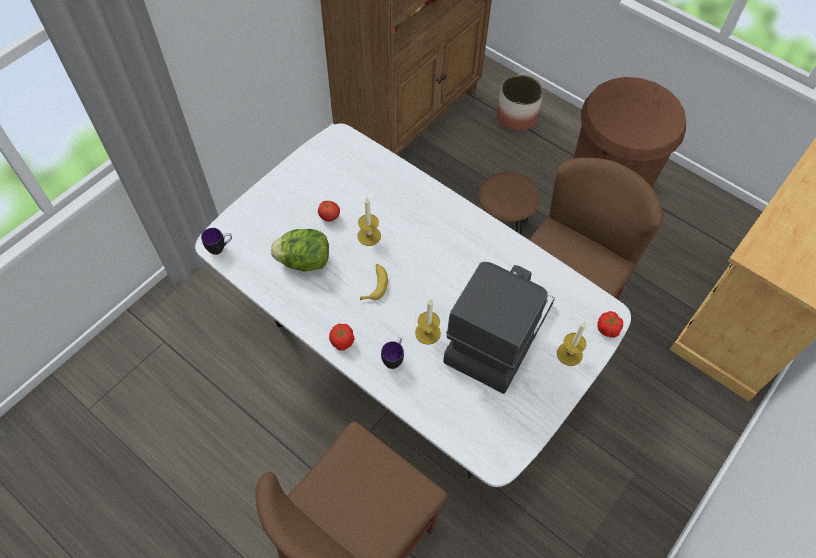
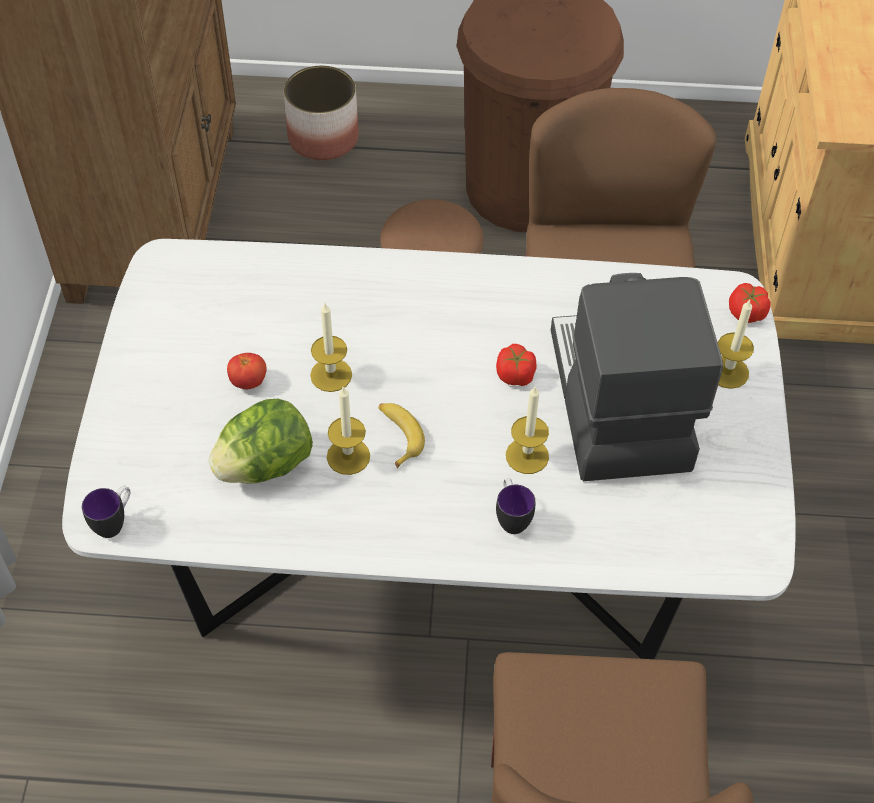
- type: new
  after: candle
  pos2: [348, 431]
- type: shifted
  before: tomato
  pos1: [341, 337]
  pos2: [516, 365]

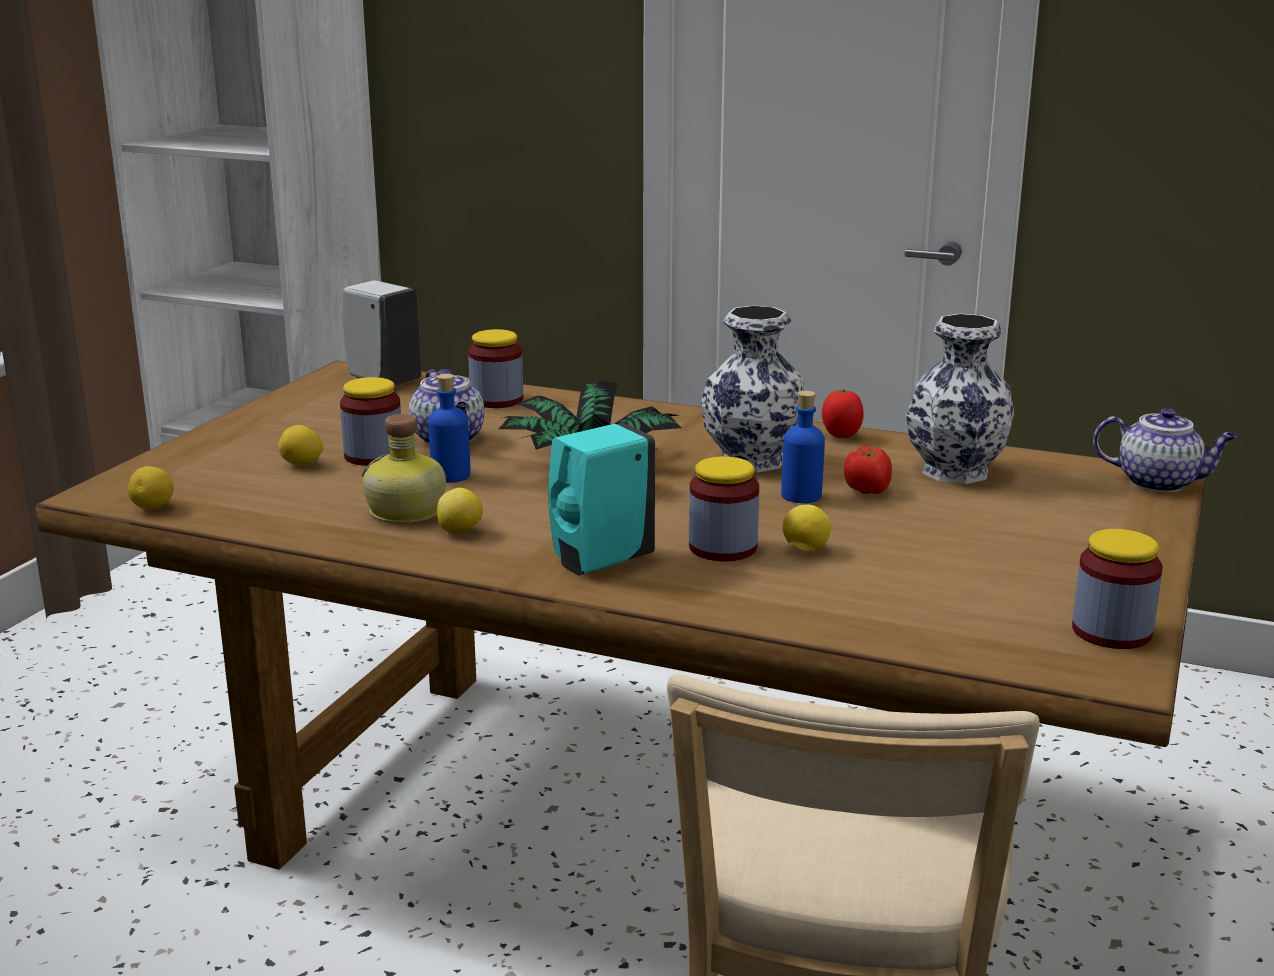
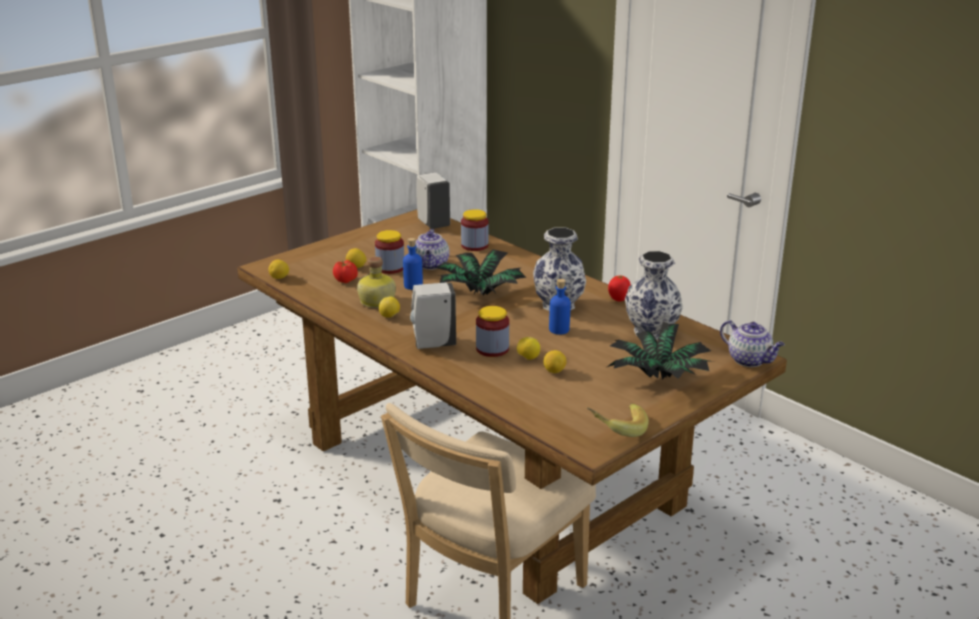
- type: new
  after: lemon
  pos2: [554, 361]
- type: new
  after: potted plant
  pos2: [660, 350]
- type: shifted
  before: tomato
  pos1: [868, 470]
  pos2: [345, 271]
- type: swapped
  before: storage jar
  after: banana
  pos1: [1117, 589]
  pos2: [618, 420]
- type: repainted
  before: blue-green liquid soap bottle
  after: white-coloured liquid soap bottle
  pos1: [601, 499]
  pos2: [433, 315]

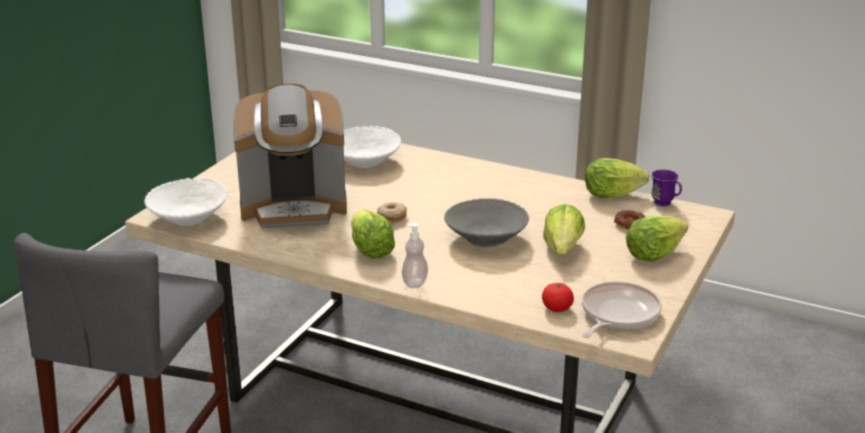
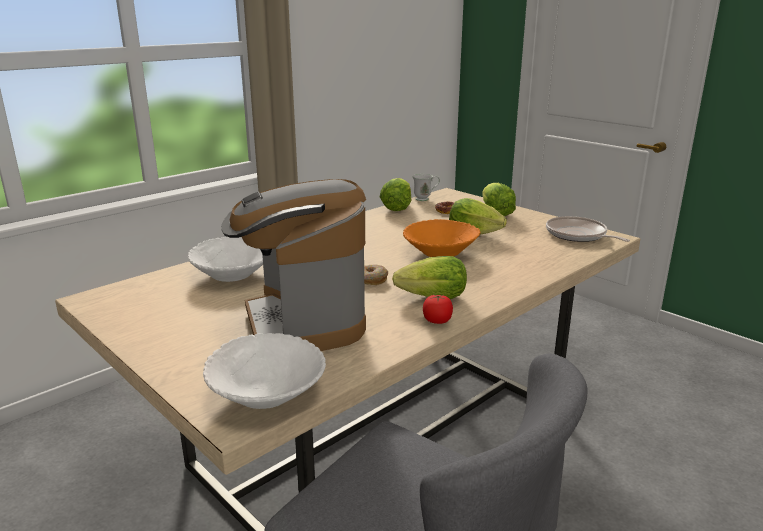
- type: gone
  before: liquid soap bottle
  pos1: [415, 255]
- type: shifted
  before: tomato
  pos1: [558, 297]
  pos2: [438, 309]
- type: repainted
  before: grey bowl
  after: orange-coloured bowl
  pos1: [486, 222]
  pos2: [442, 238]
- type: repainted
  before: purple-coloured coffee mug
  after: white-coloured coffee mug
  pos1: [666, 188]
  pos2: [426, 187]
- type: rotated
  before: coffee machine
  pos1: [290, 156]
  pos2: [293, 265]
  turn: 150

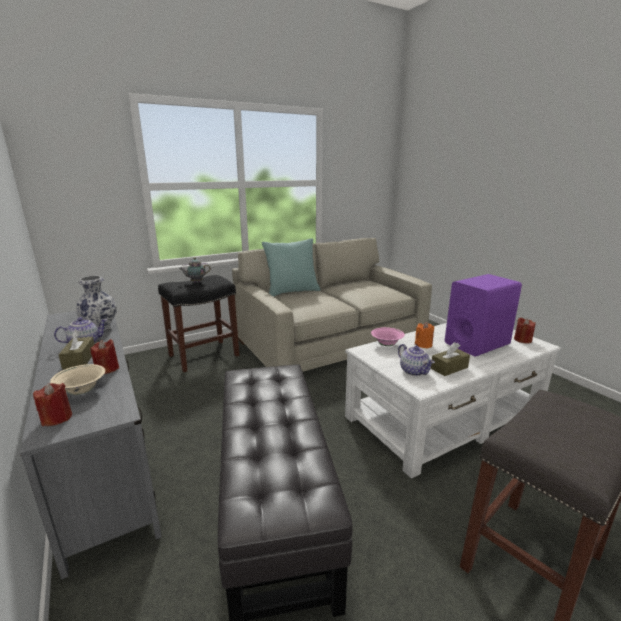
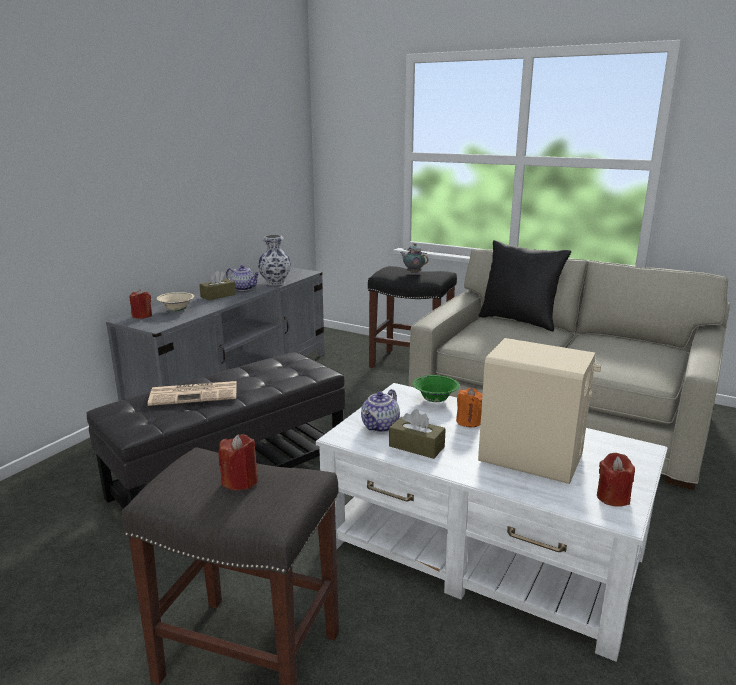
- type: new
  after: daily paper
  pos2: [192, 393]
- type: shifted
  before: red candle
  pos1: [104, 356]
  pos2: [238, 462]
- type: repainted
  before: blue-green cushion
  after: black cushion
  pos1: [291, 267]
  pos2: [525, 285]
- type: repainted
  before: pink bowl
  after: green-coloured bowl
  pos1: [388, 336]
  pos2: [436, 388]
- type: repainted
  before: purple-coloured audio speaker
  after: sand-coloured audio speaker
  pos1: [483, 315]
  pos2: [539, 411]

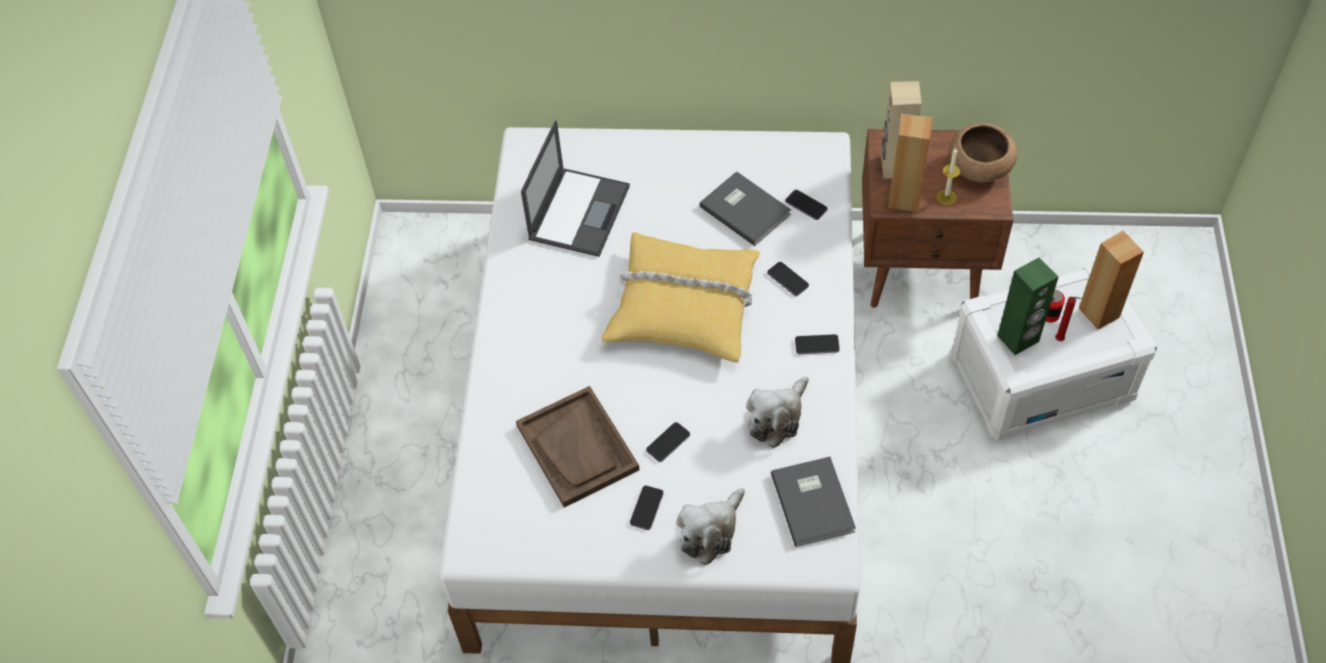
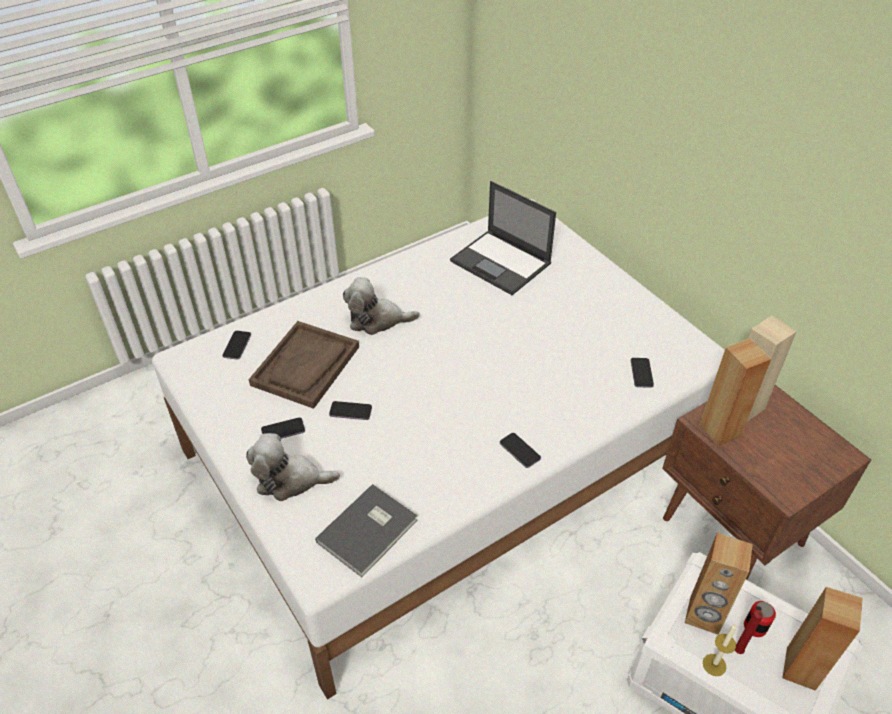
- type: gone
  before: yellow cushion
  pos1: [680, 297]
- type: gone
  before: grey book
  pos1: [745, 208]
- type: gone
  before: brown-coloured bowl
  pos1: [983, 153]
- type: shifted
  before: plush toy
  pos1: [777, 412]
  pos2: [381, 306]
- type: shifted
  before: phone
  pos1: [788, 279]
  pos2: [236, 345]
- type: shifted
  before: candle
  pos1: [948, 176]
  pos2: [720, 650]
- type: repainted
  before: green-coloured audio speaker
  after: brown-coloured audio speaker
  pos1: [1028, 306]
  pos2: [719, 584]
- type: rotated
  before: portable computer
  pos1: [575, 188]
  pos2: [503, 238]
  turn: 60

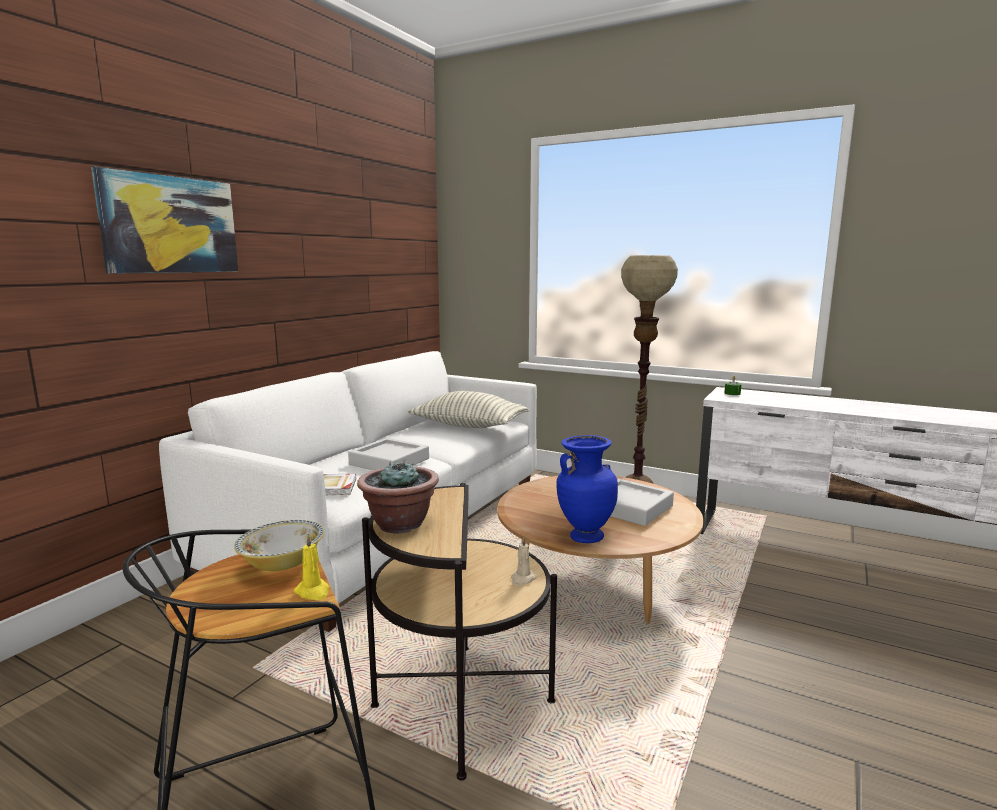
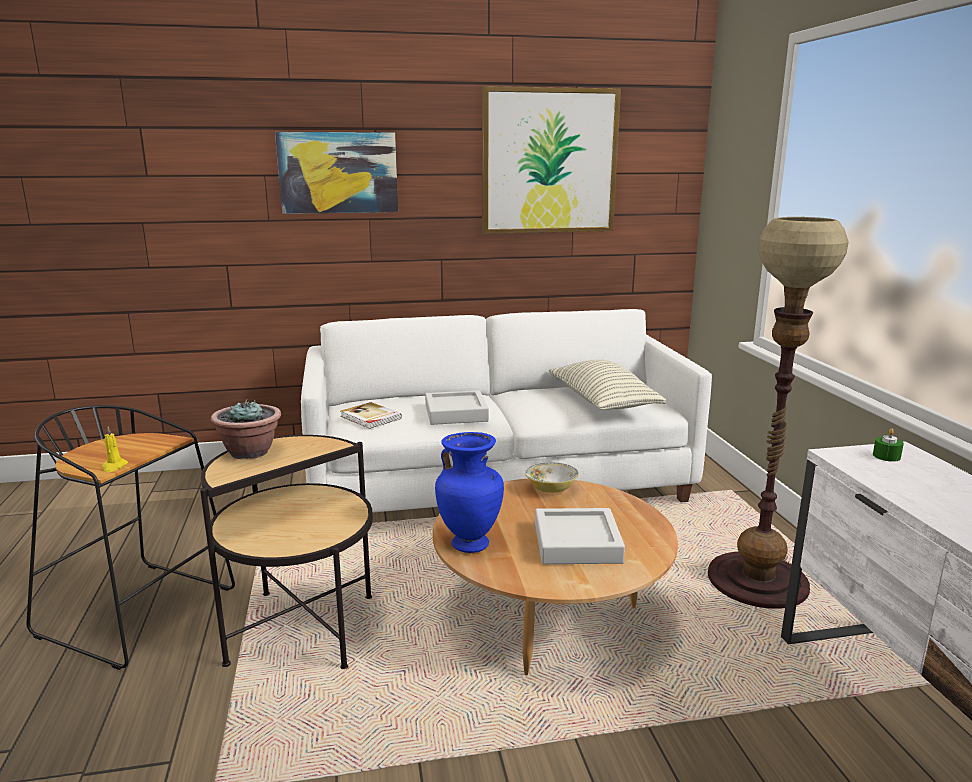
- type: gone
  before: sand-coloured candle
  pos1: [524, 561]
- type: new
  after: wall picture
  pos2: [551, 160]
- type: shifted
  before: bowl
  pos1: [279, 545]
  pos2: [552, 477]

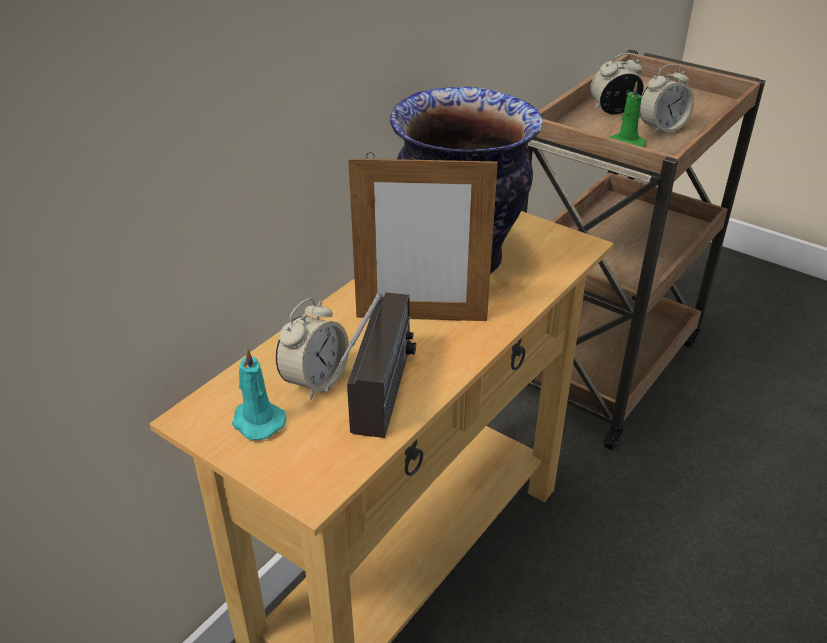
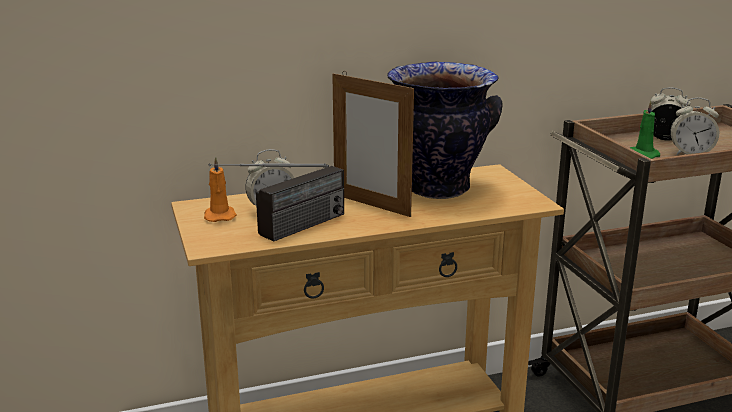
- type: repainted
  before: blue-green candle
  after: orange-coloured candle
  pos1: [259, 393]
  pos2: [220, 189]

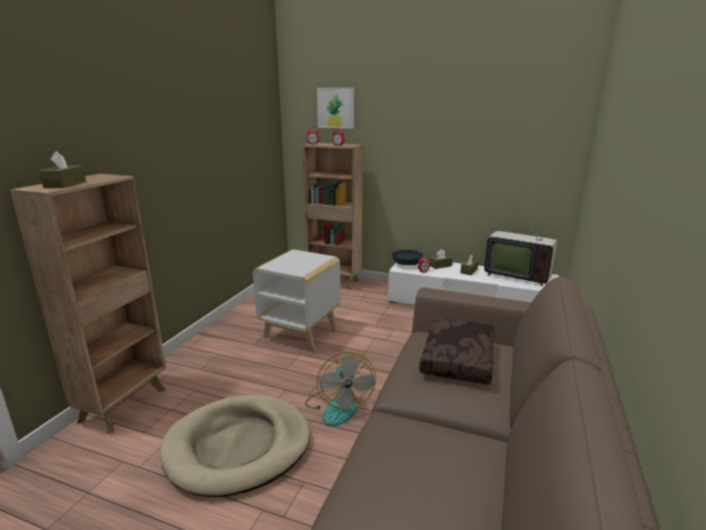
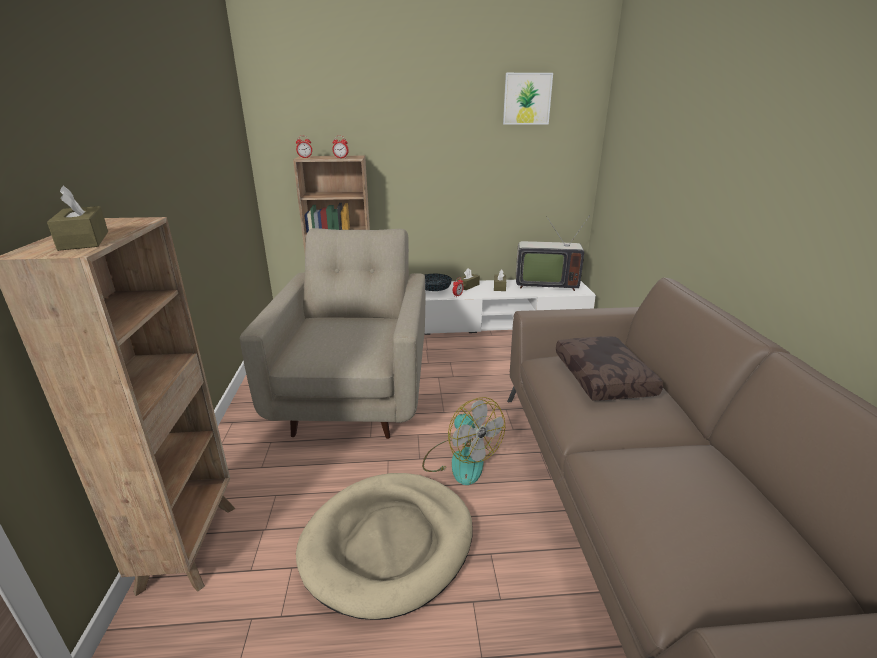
- type: shifted
  before: wall picture
  pos1: [335, 108]
  pos2: [528, 99]
- type: swapped
  before: white-coloured end table
  after: sand-coloured armchair
  pos1: [297, 300]
  pos2: [332, 333]

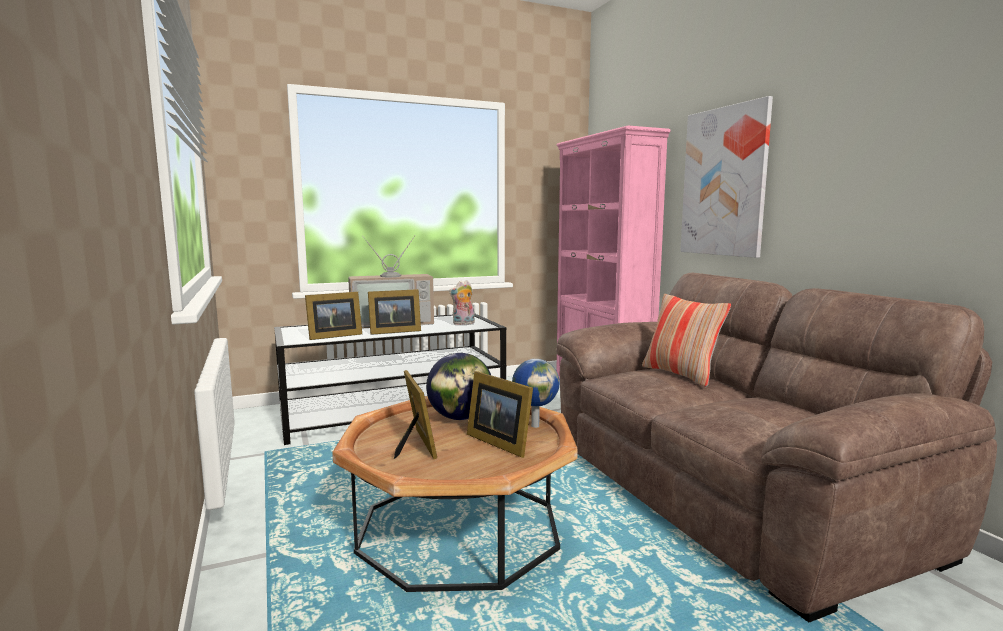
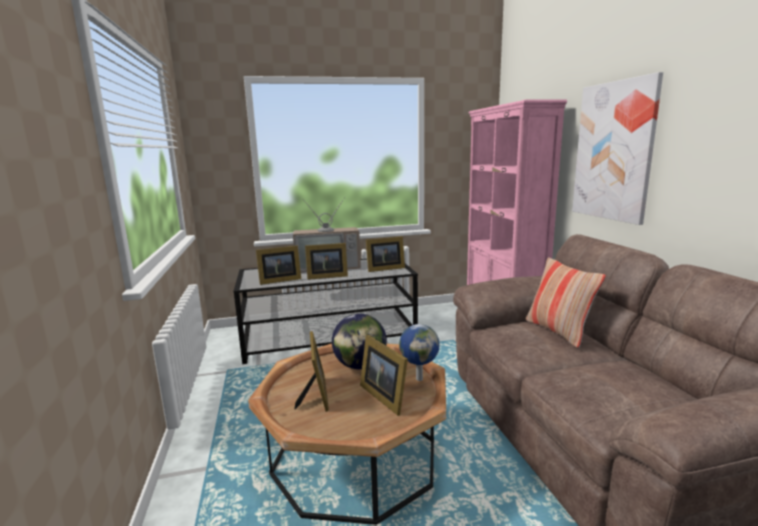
- type: swapped
  before: plush toy
  after: picture frame
  pos1: [462, 302]
  pos2: [385, 254]

